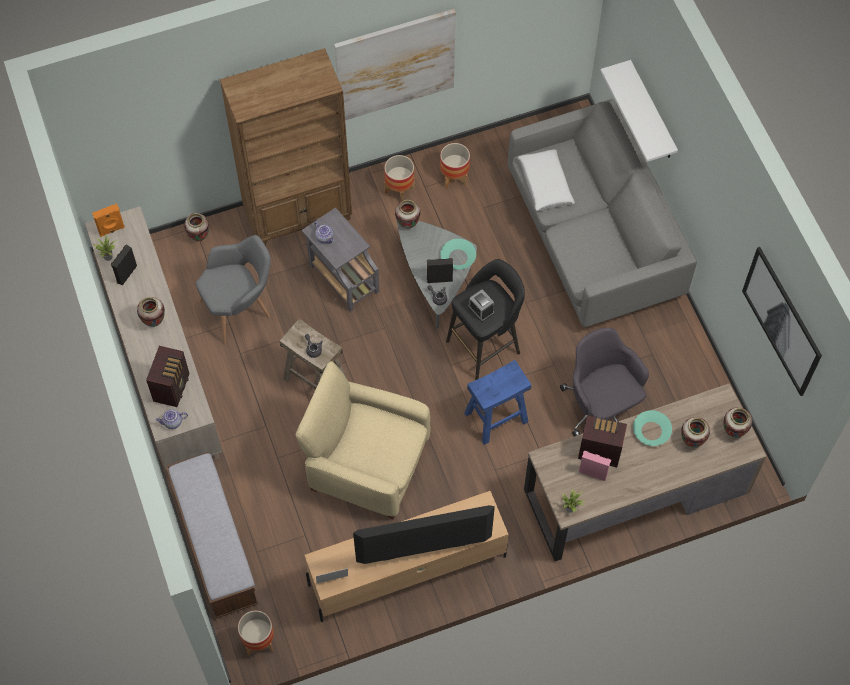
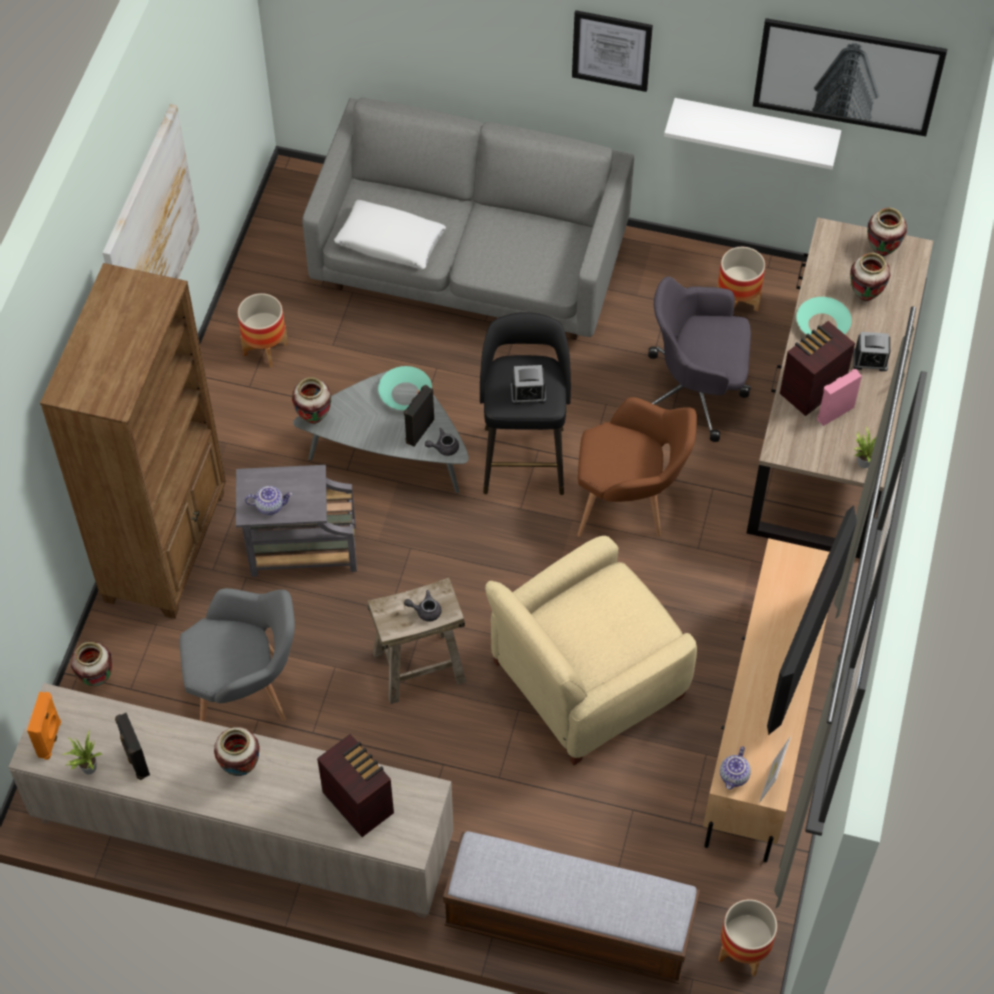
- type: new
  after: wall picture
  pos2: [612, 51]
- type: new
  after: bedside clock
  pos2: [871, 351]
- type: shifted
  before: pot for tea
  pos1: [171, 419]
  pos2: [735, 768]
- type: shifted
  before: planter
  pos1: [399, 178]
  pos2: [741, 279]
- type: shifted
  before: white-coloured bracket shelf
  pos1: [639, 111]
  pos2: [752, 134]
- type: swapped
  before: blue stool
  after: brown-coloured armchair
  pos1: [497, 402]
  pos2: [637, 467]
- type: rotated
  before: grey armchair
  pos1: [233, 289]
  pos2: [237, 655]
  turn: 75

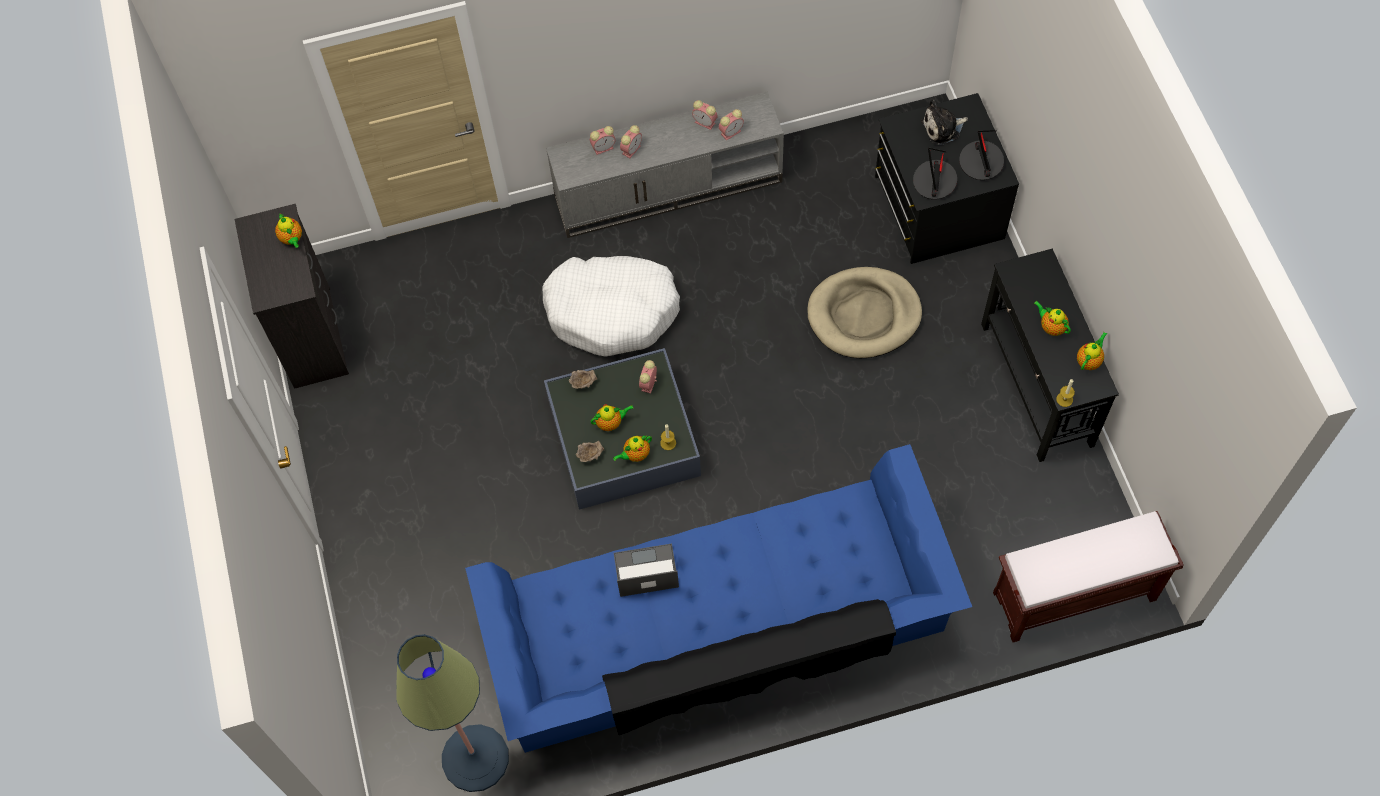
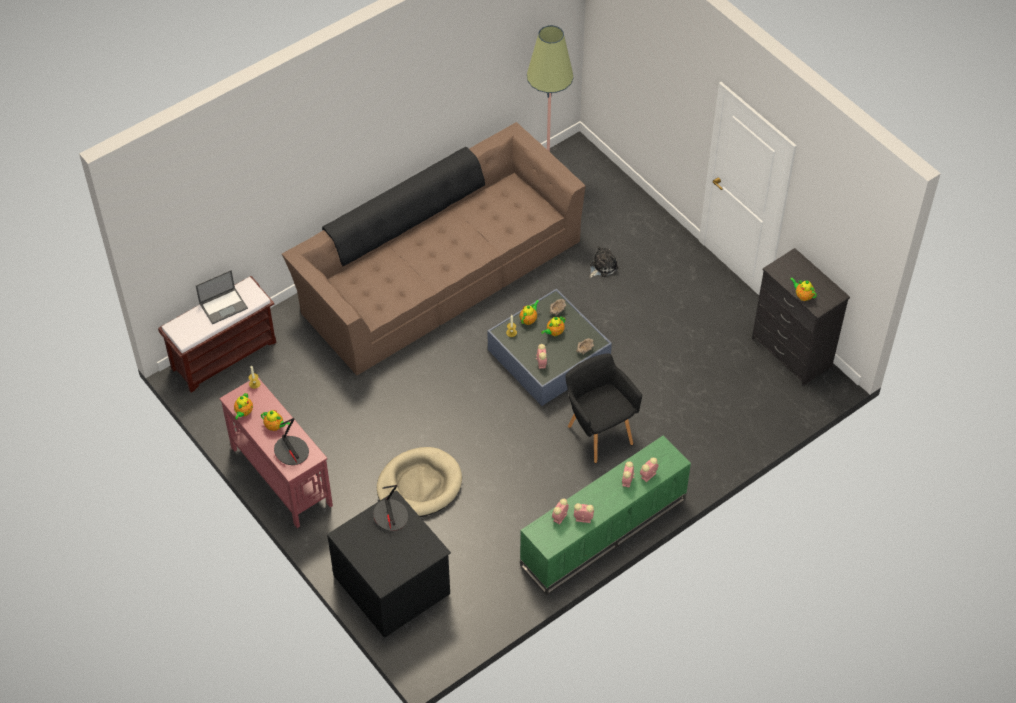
- type: shifted
  before: portable computer
  pos1: [646, 570]
  pos2: [222, 297]
- type: shifted
  before: plush toy
  pos1: [944, 122]
  pos2: [604, 262]
- type: shifted
  before: tabletop lamp
  pos1: [981, 155]
  pos2: [291, 441]
- type: swapped
  before: white-coloured dog cushion
  after: black armchair
  pos1: [611, 306]
  pos2: [603, 408]
- type: repainted
  before: blue settee
  after: brown-coloured settee
  pos1: [718, 598]
  pos2: [434, 248]
- type: repainted
  before: grey tv stand
  after: green-coloured tv stand
  pos1: [665, 164]
  pos2: [605, 515]
- type: repainted
  before: black console table
  after: red console table
  pos1: [1050, 355]
  pos2: [276, 452]

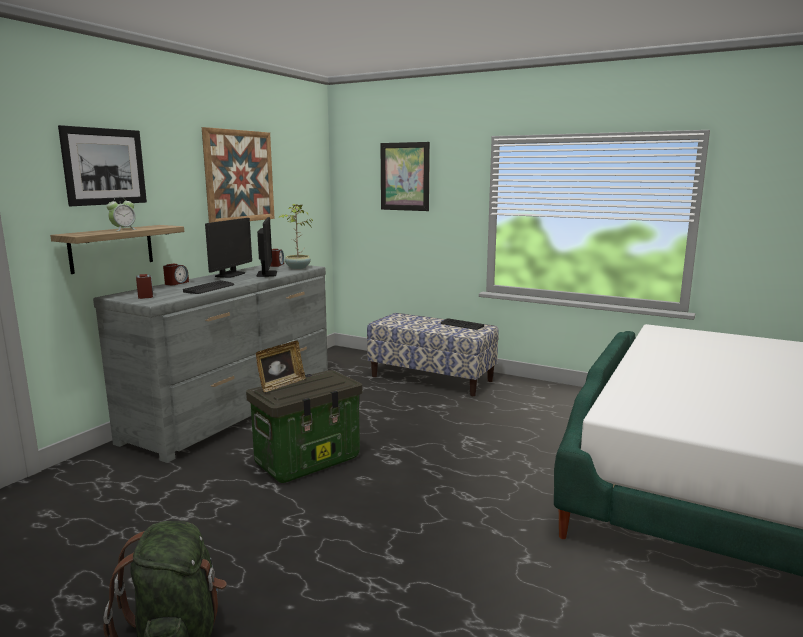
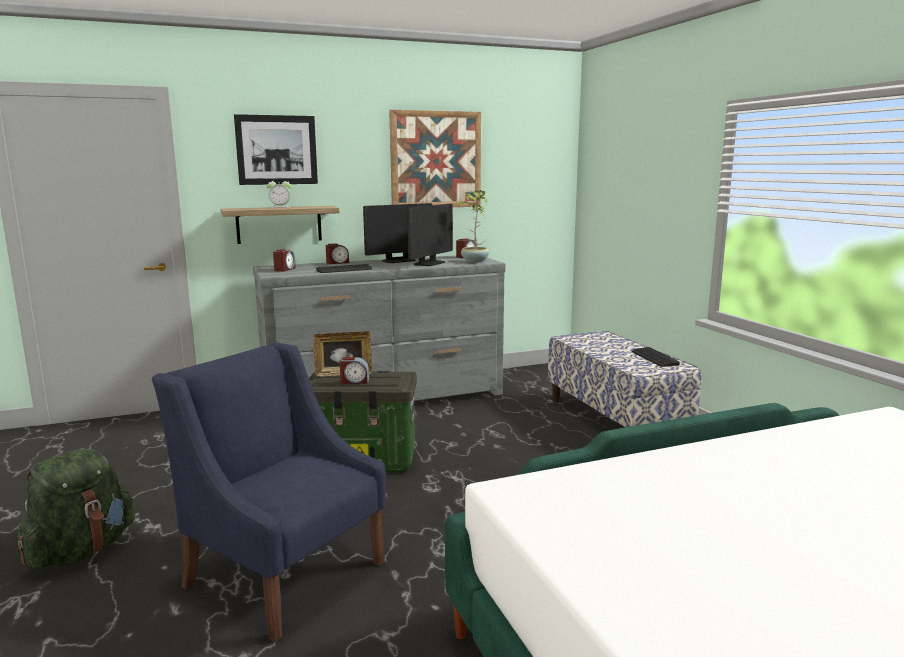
- type: gone
  before: wall picture
  pos1: [405, 176]
- type: new
  after: blue armchair
  pos2: [269, 492]
- type: new
  after: bedside clock
  pos2: [354, 370]

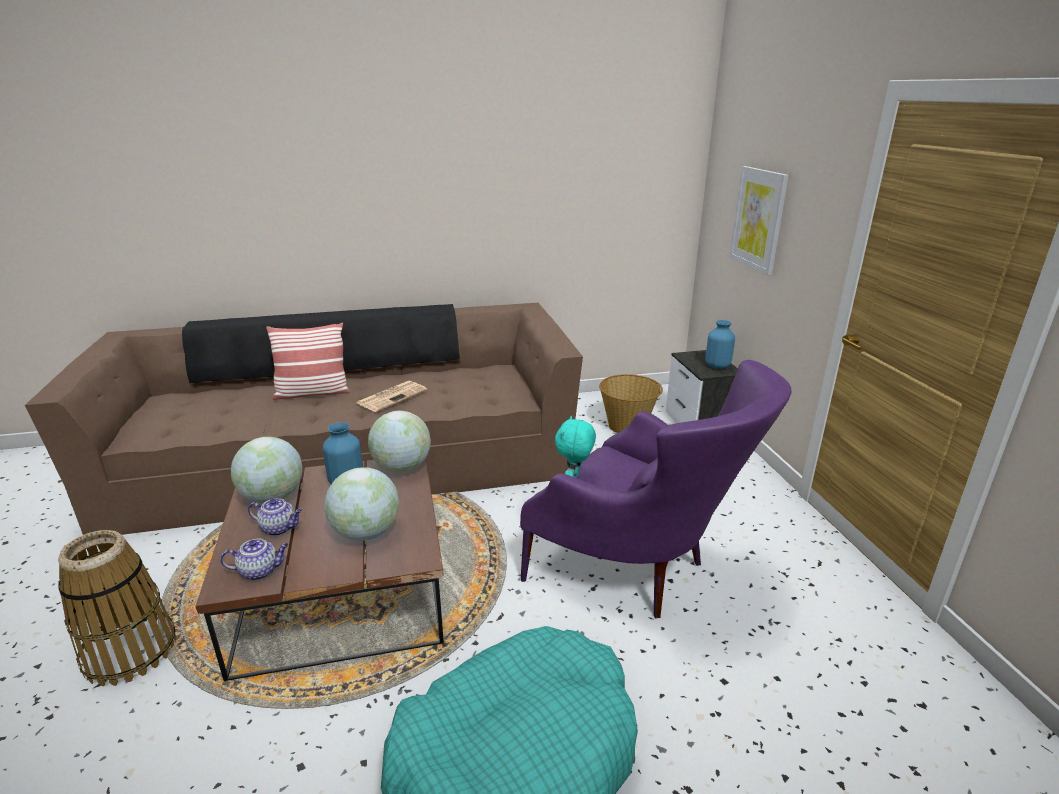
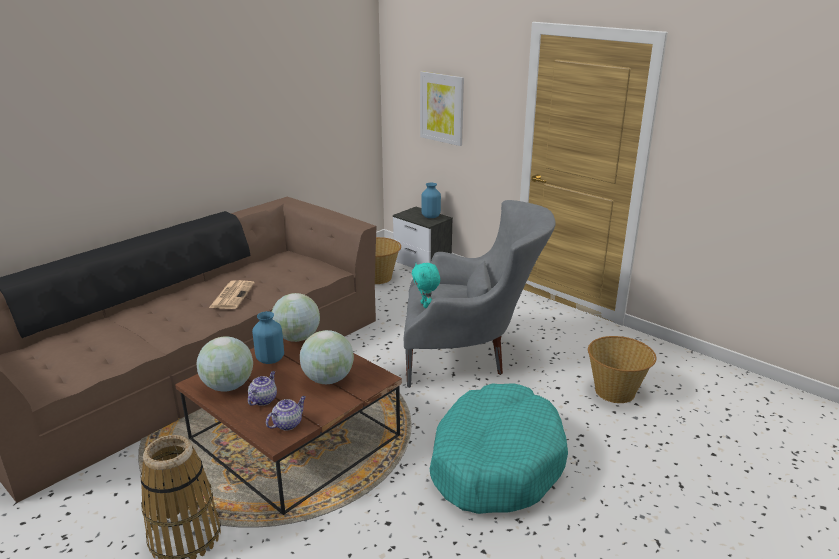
- type: gone
  before: cushion
  pos1: [308, 361]
- type: new
  after: storage basket
  pos2: [622, 369]
- type: repainted
  before: purple-coloured armchair
  after: grey armchair
  pos1: [655, 489]
  pos2: [480, 294]
- type: rotated
  before: pot for tea
  pos1: [275, 517]
  pos2: [262, 388]
  turn: -45

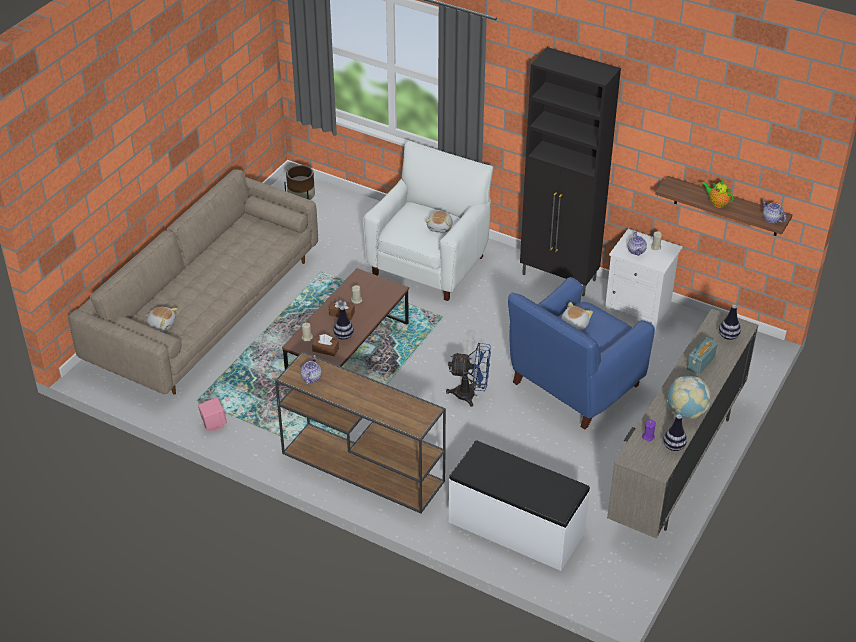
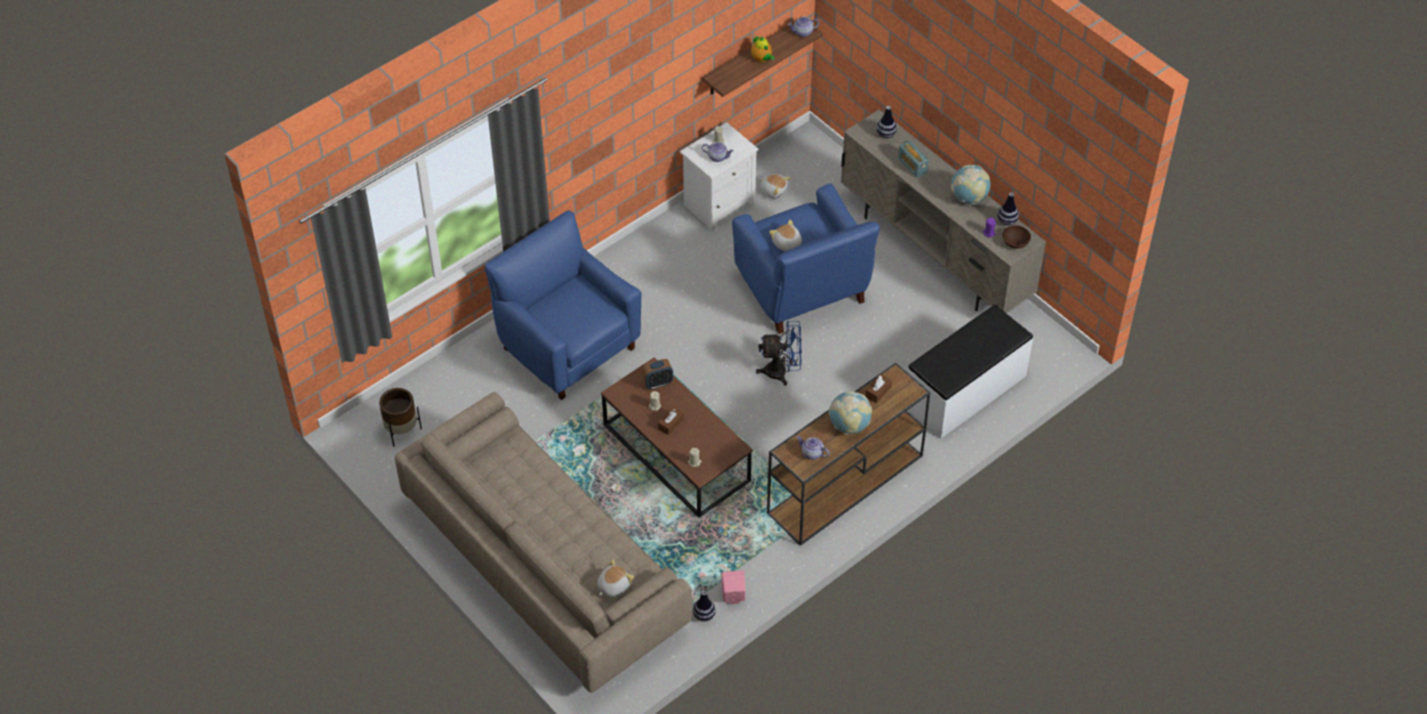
- type: gone
  before: black cabinet
  pos1: [570, 171]
- type: new
  after: bedside clock
  pos2: [657, 374]
- type: new
  after: desk globe
  pos2: [850, 413]
- type: new
  after: brown-coloured bowl
  pos2: [1016, 237]
- type: shifted
  before: brown-coloured tissue box
  pos1: [325, 345]
  pos2: [878, 388]
- type: shifted
  before: decorative vase
  pos1: [343, 323]
  pos2: [704, 606]
- type: shifted
  before: plush toy
  pos1: [439, 222]
  pos2: [775, 186]
- type: repainted
  before: white-coloured armchair
  after: blue armchair
  pos1: [428, 221]
  pos2: [563, 305]
- type: rotated
  before: blue fan
  pos1: [468, 375]
  pos2: [779, 353]
  turn: 60
- type: rotated
  before: pot for tea
  pos1: [717, 194]
  pos2: [763, 49]
  turn: -90

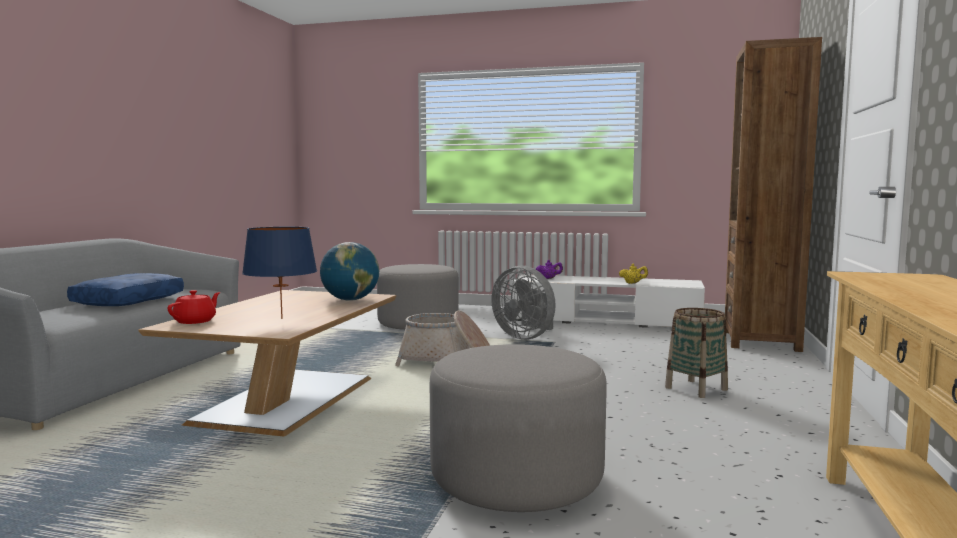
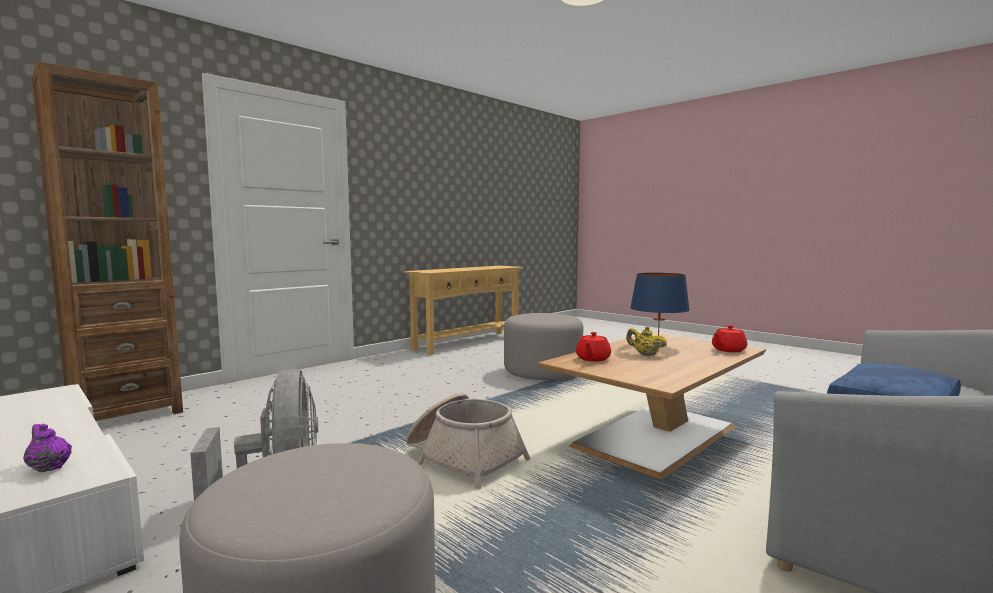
- type: gone
  before: storage basket
  pos1: [696, 353]
- type: shifted
  before: yellow pot for tea
  pos1: [633, 273]
  pos2: [646, 341]
- type: swapped
  before: desk globe
  after: red pot for tea
  pos1: [349, 271]
  pos2: [593, 347]

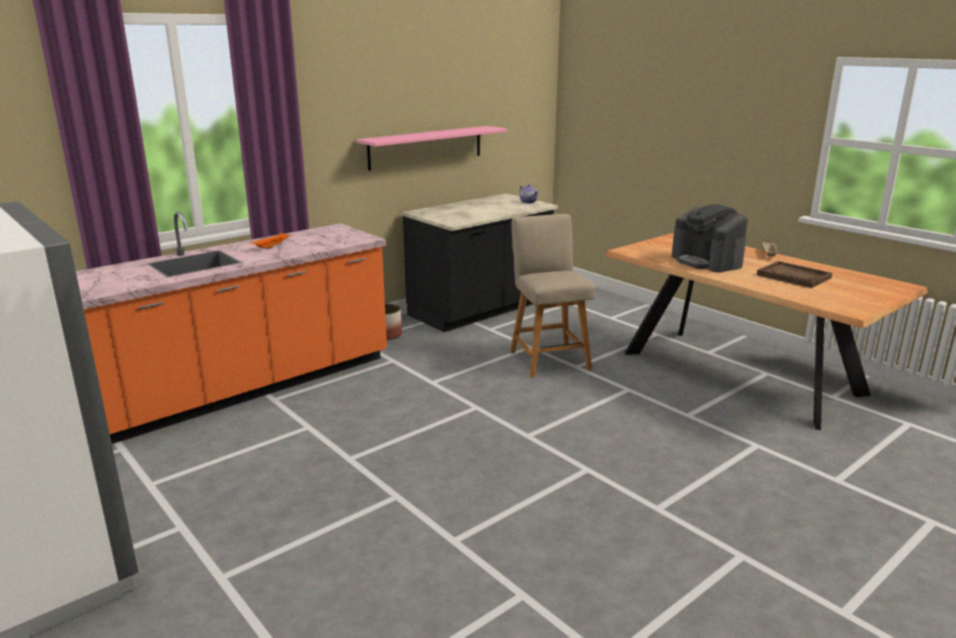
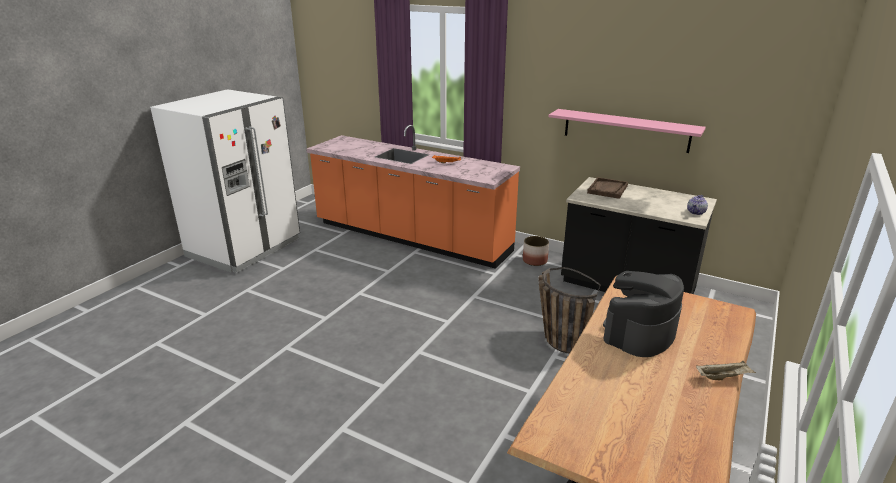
- type: shifted
  before: brown-coloured carrying tray
  pos1: [794, 274]
  pos2: [607, 188]
- type: swapped
  before: sand-coloured plain chair
  after: storage basket
  pos1: [552, 296]
  pos2: [569, 310]

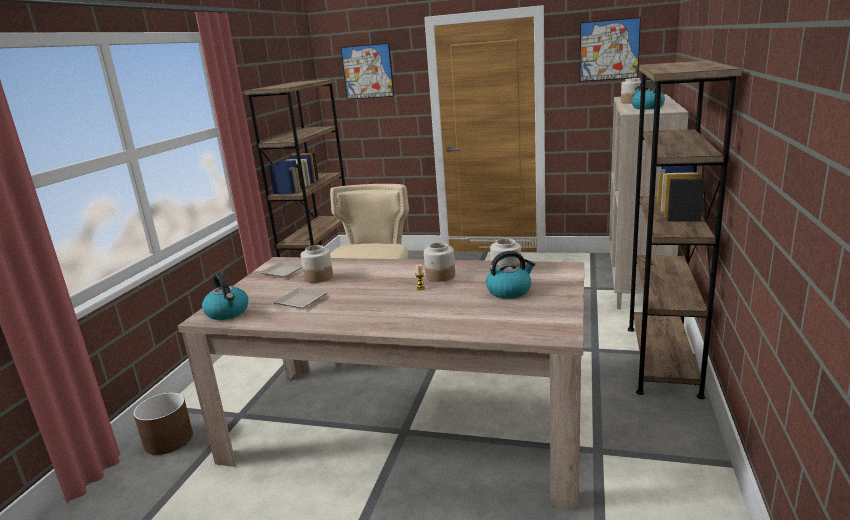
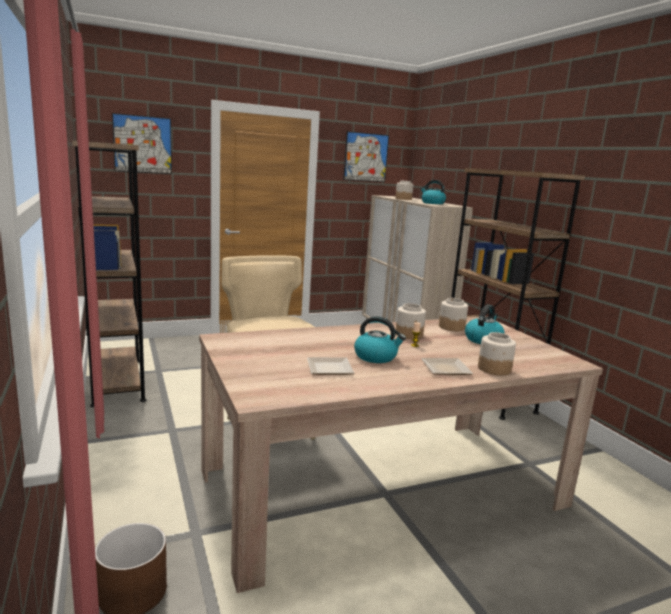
- type: shifted
  before: kettle
  pos1: [225, 296]
  pos2: [380, 339]
- type: shifted
  before: dinner plate
  pos1: [281, 269]
  pos2: [447, 366]
- type: shifted
  before: storage jar
  pos1: [317, 264]
  pos2: [497, 353]

